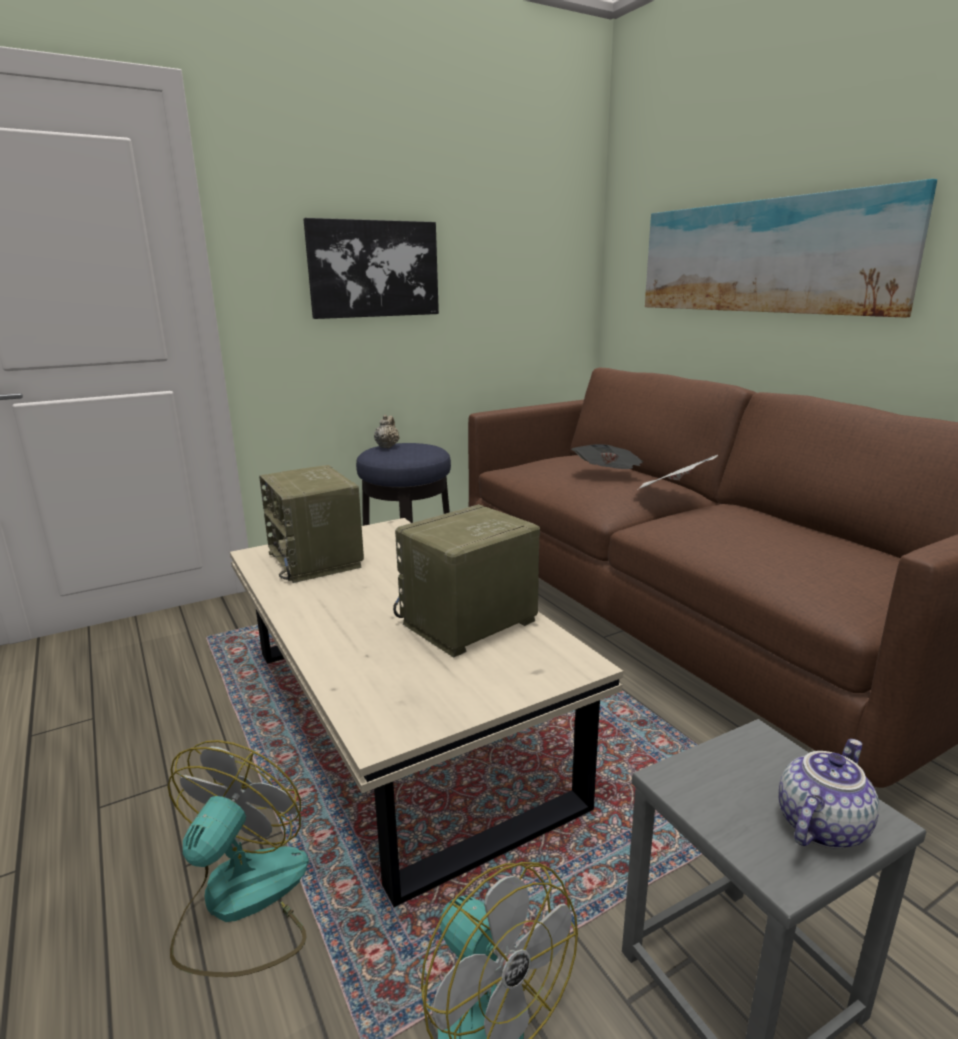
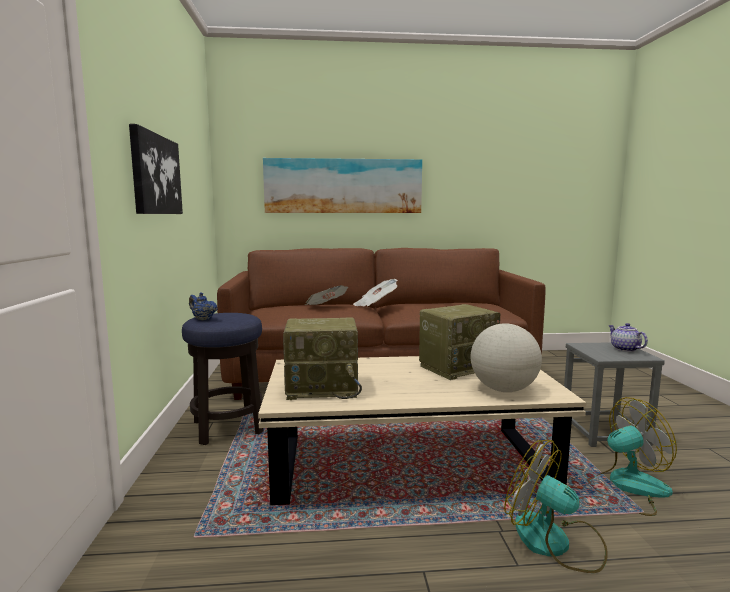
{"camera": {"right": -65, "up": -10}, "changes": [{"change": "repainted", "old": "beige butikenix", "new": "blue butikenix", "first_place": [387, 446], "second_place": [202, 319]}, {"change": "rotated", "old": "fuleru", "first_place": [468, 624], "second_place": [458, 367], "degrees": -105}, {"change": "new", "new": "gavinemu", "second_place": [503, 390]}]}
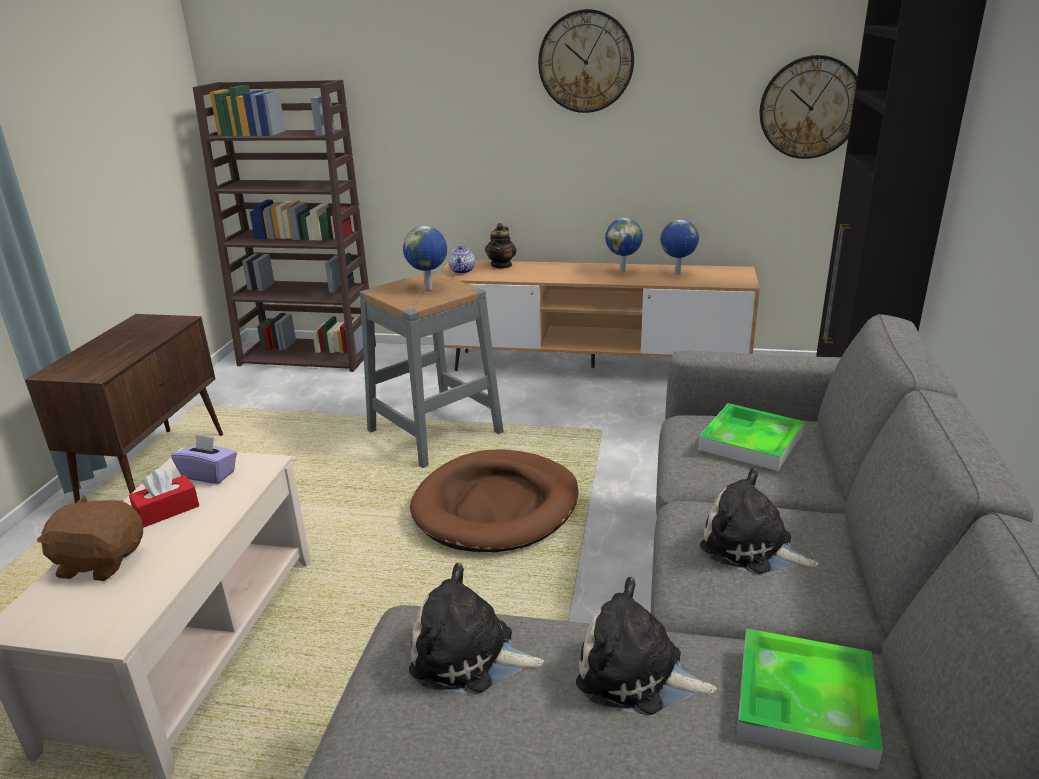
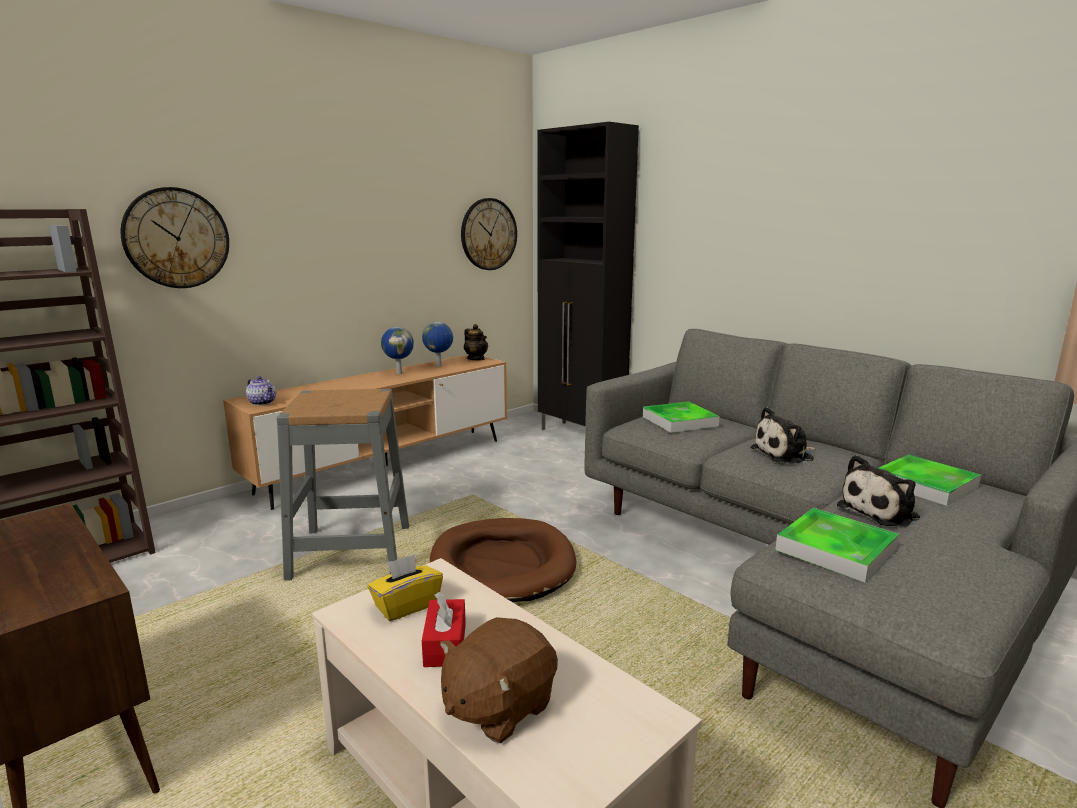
{"camera": {"right": -55, "up": -10}, "changes": [{"change": "repainted", "old": "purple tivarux", "new": "yellow tivarux", "first_place": [209, 474], "second_place": [406, 606]}, {"change": "gone", "old": "gavinemu", "first_place": [429, 289]}, {"change": "swapped", "old": "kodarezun", "new": "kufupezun", "first_place": [469, 656], "second_place": [835, 549]}, {"change": "shifted", "old": "butikenix", "first_place": [501, 265], "second_place": [476, 359]}, {"change": "shifted", "old": "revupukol", "first_place": [586, 62], "second_place": [176, 238]}]}
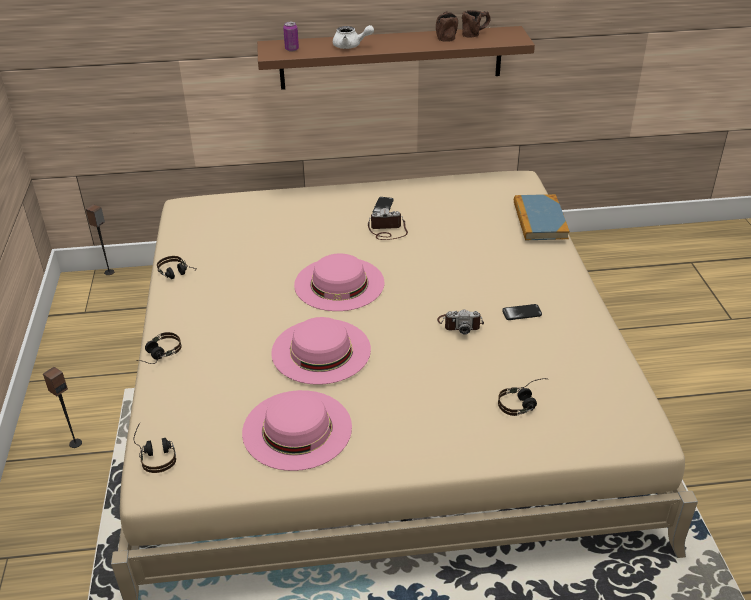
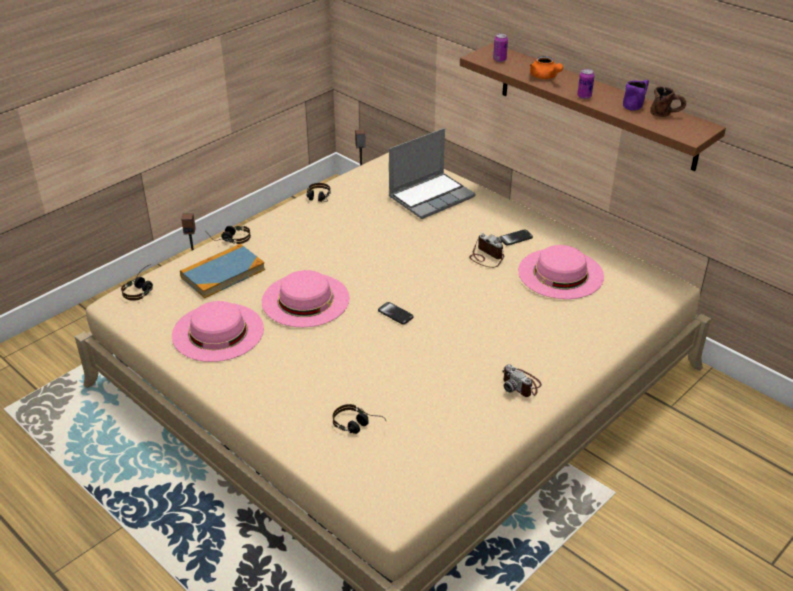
{"camera": {"right": 50, "up": 0}, "changes": [{"change": "shifted", "old": "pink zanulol", "first_place": [339, 283], "second_place": [560, 273]}, {"change": "repainted", "old": "white butikenix", "new": "orange butikenix", "first_place": [351, 46], "second_place": [545, 77]}, {"change": "repainted", "old": "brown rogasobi", "new": "purple rogasobi", "first_place": [445, 36], "second_place": [635, 104]}, {"change": "shifted", "old": "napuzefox", "first_place": [460, 324], "second_place": [521, 384]}, {"change": "shifted", "old": "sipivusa", "first_place": [521, 313], "second_place": [395, 314]}, {"change": "shifted", "old": "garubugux", "first_place": [539, 220], "second_place": [223, 273]}, {"change": "new", "new": "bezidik", "second_place": [431, 196]}, {"change": "new", "new": "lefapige", "second_place": [584, 96]}]}
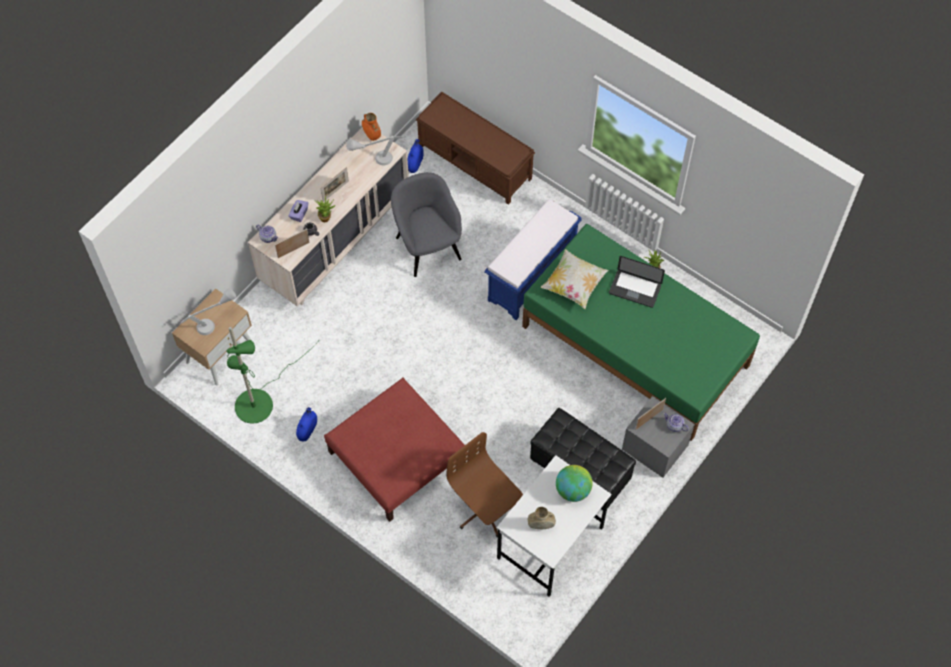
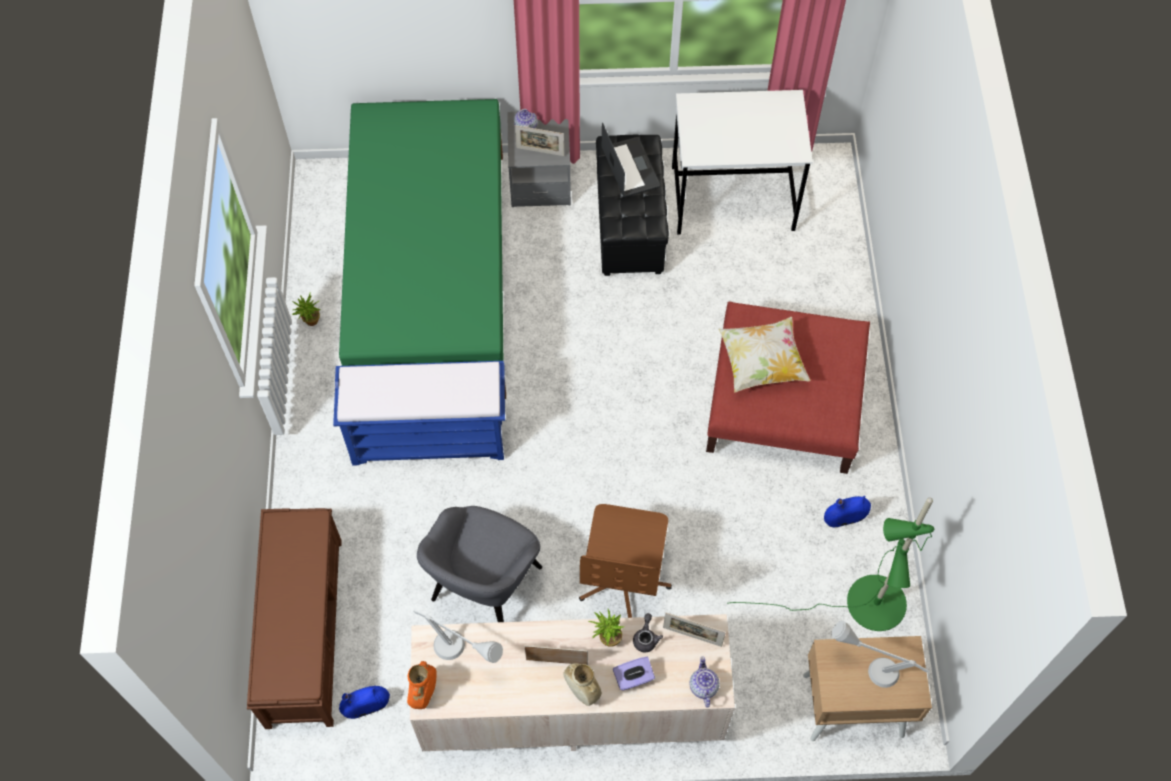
{"camera": {"right": -130, "up": 0}, "changes": [{"change": "shifted", "old": "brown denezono", "first_place": [485, 509], "second_place": [624, 580]}, {"change": "shifted", "old": "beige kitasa", "first_place": [541, 525], "second_place": [581, 690]}, {"change": "shifted", "old": "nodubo", "first_place": [574, 285], "second_place": [761, 363]}, {"change": "gone", "old": "gavinemu", "first_place": [572, 490]}, {"change": "shifted", "old": "bezidik", "first_place": [635, 289], "second_place": [630, 168]}]}
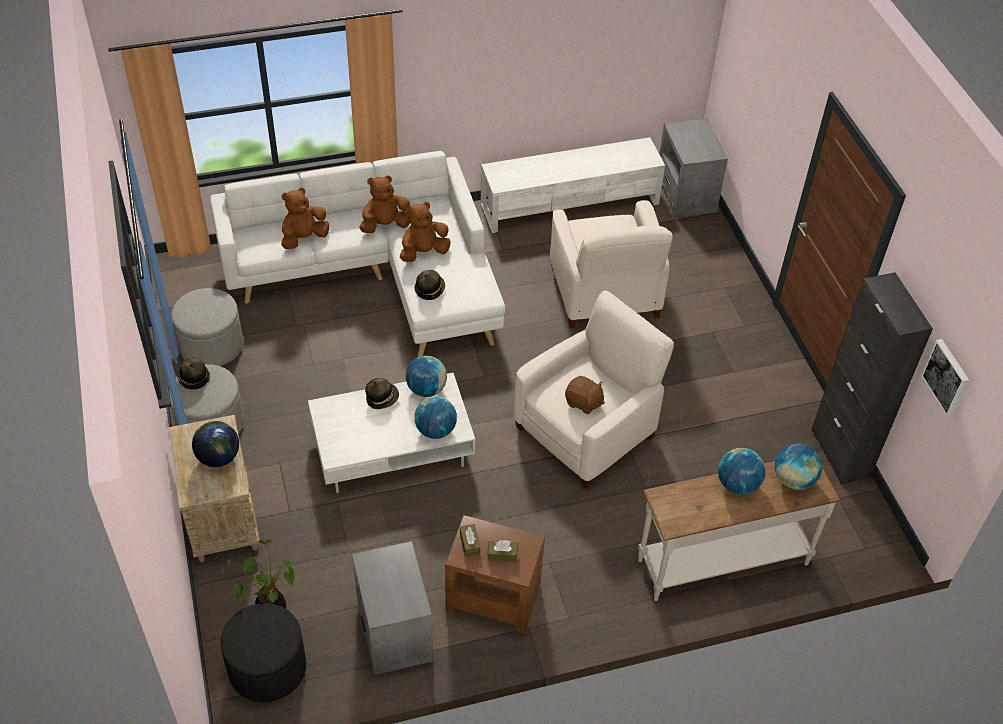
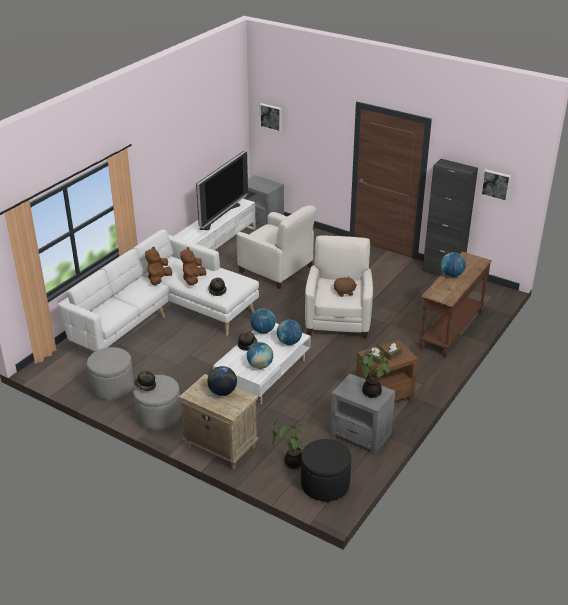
{"camera": {"right": -40, "up": -15}, "changes": [{"change": "gone", "old": "brown kodarezun", "first_place": [304, 238]}, {"change": "repainted", "old": "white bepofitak", "new": "brown bepofitak", "first_place": [722, 560], "second_place": [450, 330]}, {"change": "shifted", "old": "gavinemu", "first_place": [793, 480], "second_place": [260, 366]}, {"change": "new", "new": "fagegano", "second_place": [220, 216]}, {"change": "new", "new": "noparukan", "second_place": [271, 117]}, {"change": "new", "new": "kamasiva", "second_place": [369, 392]}]}
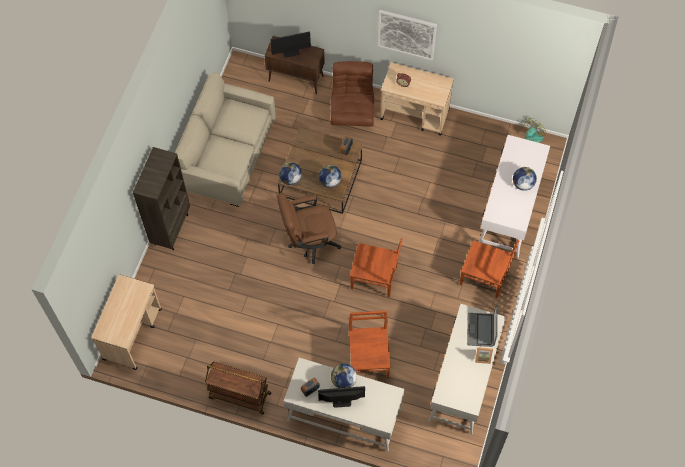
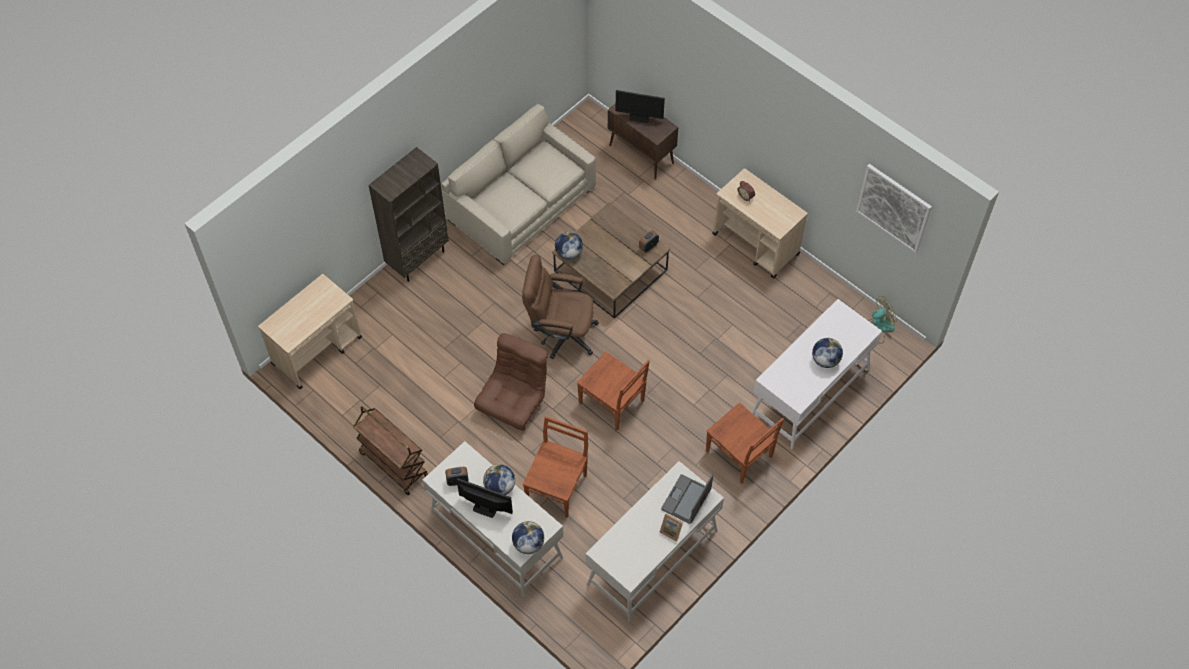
{"camera": {"right": 25, "up": -5}, "changes": [{"change": "shifted", "old": "gavinemu", "first_place": [329, 181], "second_place": [528, 544]}, {"change": "shifted", "old": "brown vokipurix", "first_place": [352, 111], "second_place": [514, 401]}, {"change": "shifted", "old": "noparukan", "first_place": [407, 34], "second_place": [893, 207]}]}
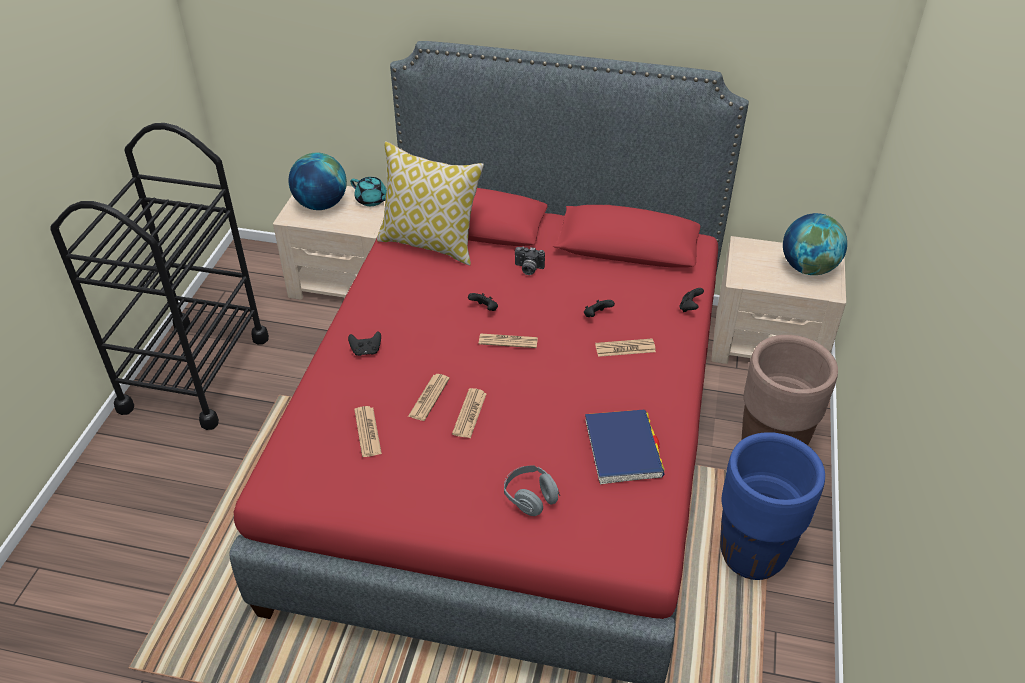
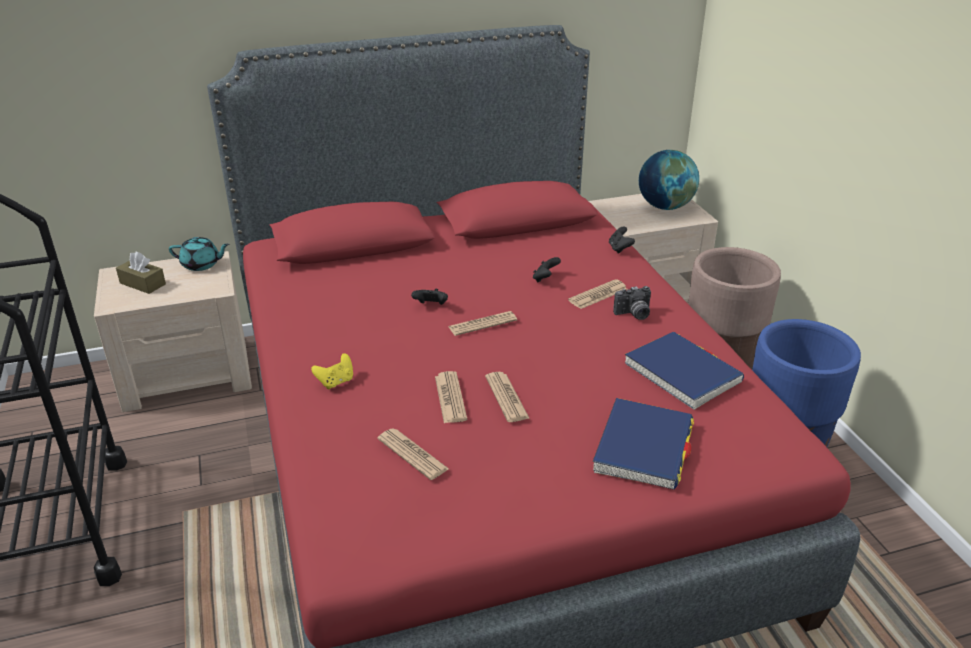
{"camera": {"right": -30, "up": -10}, "changes": [{"change": "swapped", "old": "gavinemu", "new": "brown tivarux", "first_place": [321, 205], "second_place": [142, 284]}, {"change": "repainted", "old": "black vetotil", "new": "yellow vetotil", "first_place": [366, 351], "second_place": [336, 382]}, {"change": "gone", "old": "nodubo", "first_place": [430, 243]}, {"change": "swapped", "old": "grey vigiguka", "new": "blue garubugux", "first_place": [530, 498], "second_place": [643, 447]}, {"change": "shifted", "old": "napuzefox", "first_place": [528, 269], "second_place": [634, 314]}]}
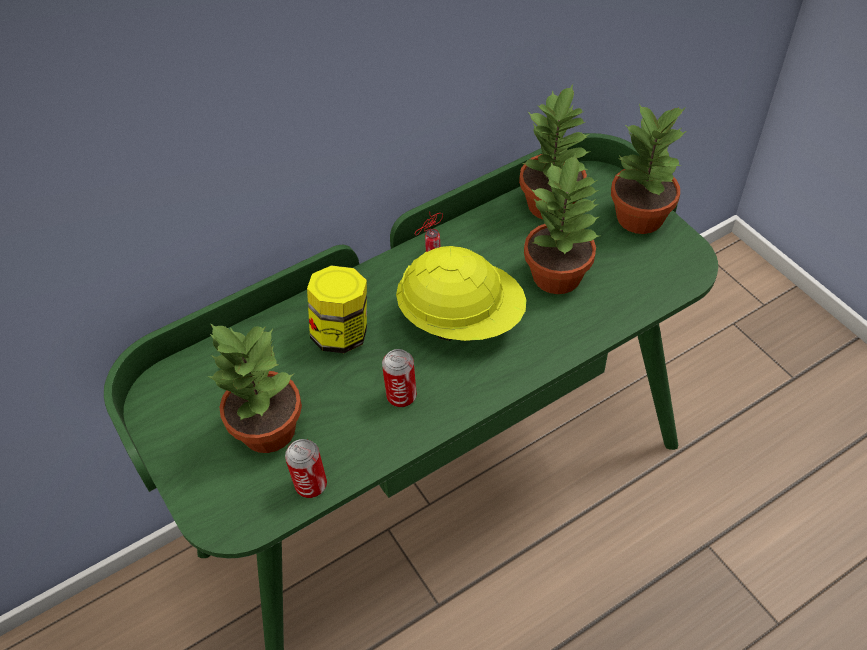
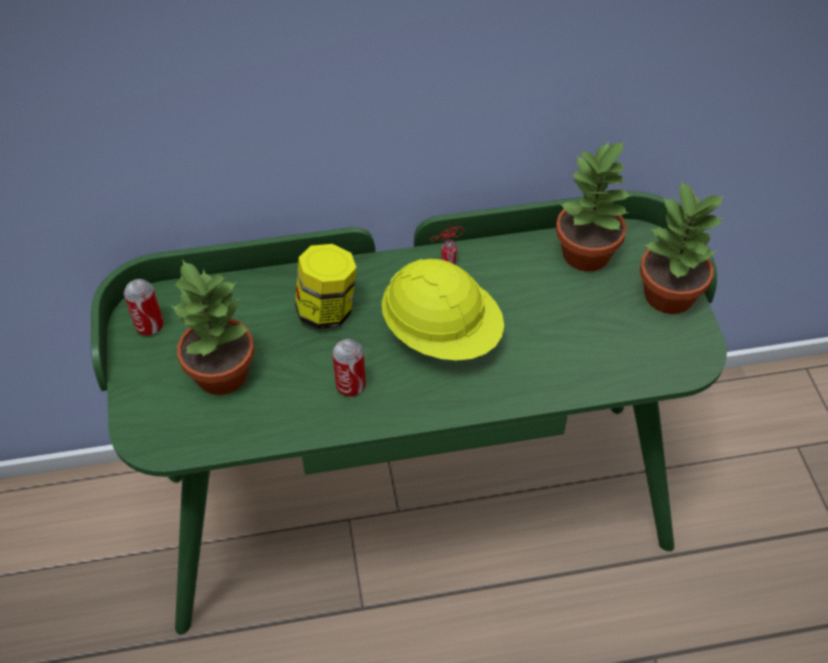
{"camera": {"right": 20, "up": 0}, "changes": [{"change": "shifted", "old": "lefapige", "first_place": [311, 485], "second_place": [149, 326]}, {"change": "gone", "old": "kamasiva", "first_place": [558, 275]}]}
